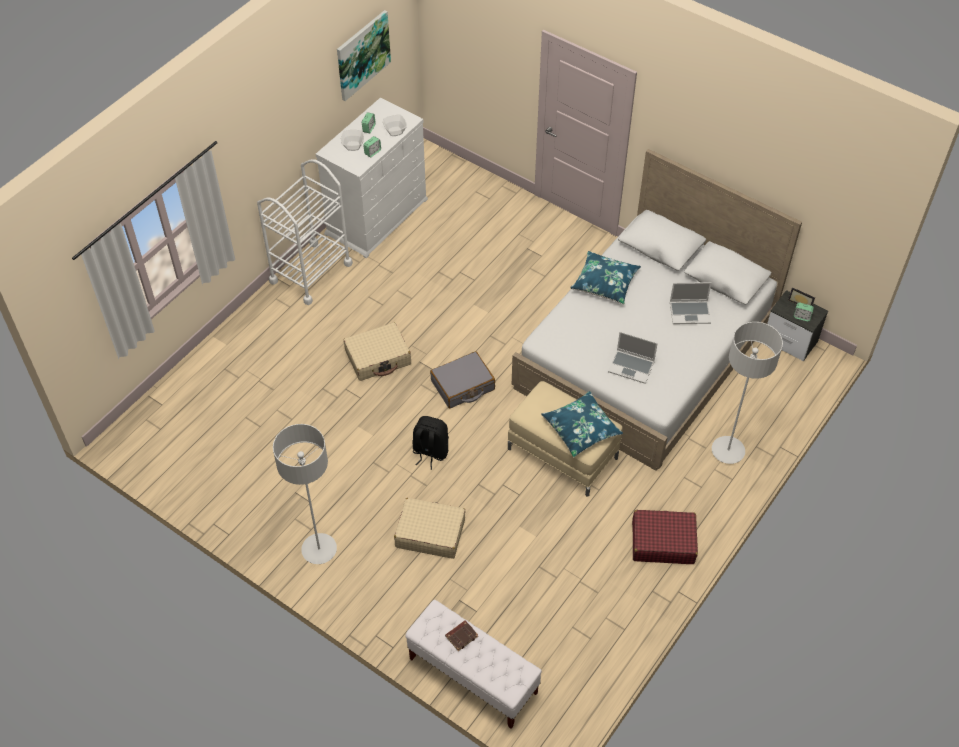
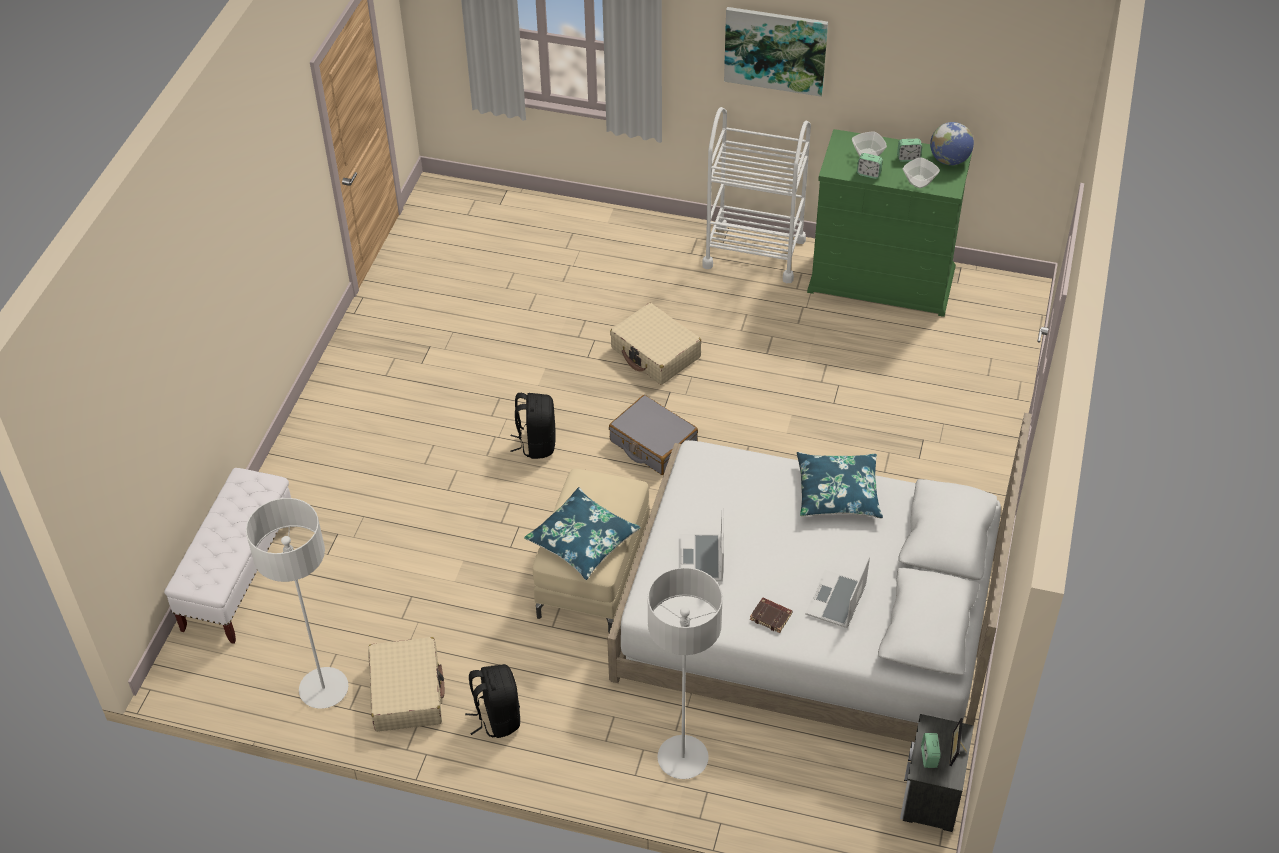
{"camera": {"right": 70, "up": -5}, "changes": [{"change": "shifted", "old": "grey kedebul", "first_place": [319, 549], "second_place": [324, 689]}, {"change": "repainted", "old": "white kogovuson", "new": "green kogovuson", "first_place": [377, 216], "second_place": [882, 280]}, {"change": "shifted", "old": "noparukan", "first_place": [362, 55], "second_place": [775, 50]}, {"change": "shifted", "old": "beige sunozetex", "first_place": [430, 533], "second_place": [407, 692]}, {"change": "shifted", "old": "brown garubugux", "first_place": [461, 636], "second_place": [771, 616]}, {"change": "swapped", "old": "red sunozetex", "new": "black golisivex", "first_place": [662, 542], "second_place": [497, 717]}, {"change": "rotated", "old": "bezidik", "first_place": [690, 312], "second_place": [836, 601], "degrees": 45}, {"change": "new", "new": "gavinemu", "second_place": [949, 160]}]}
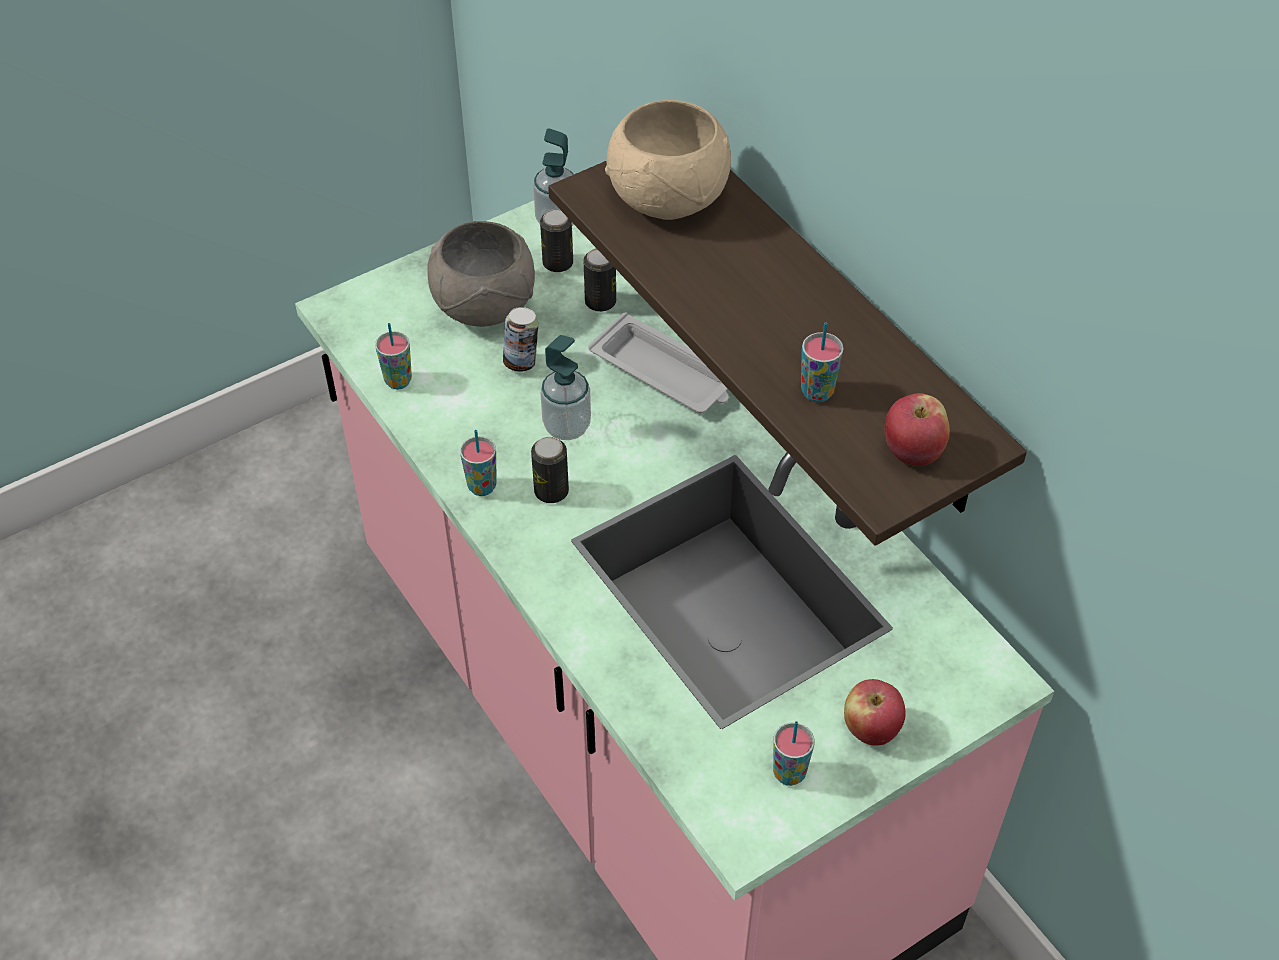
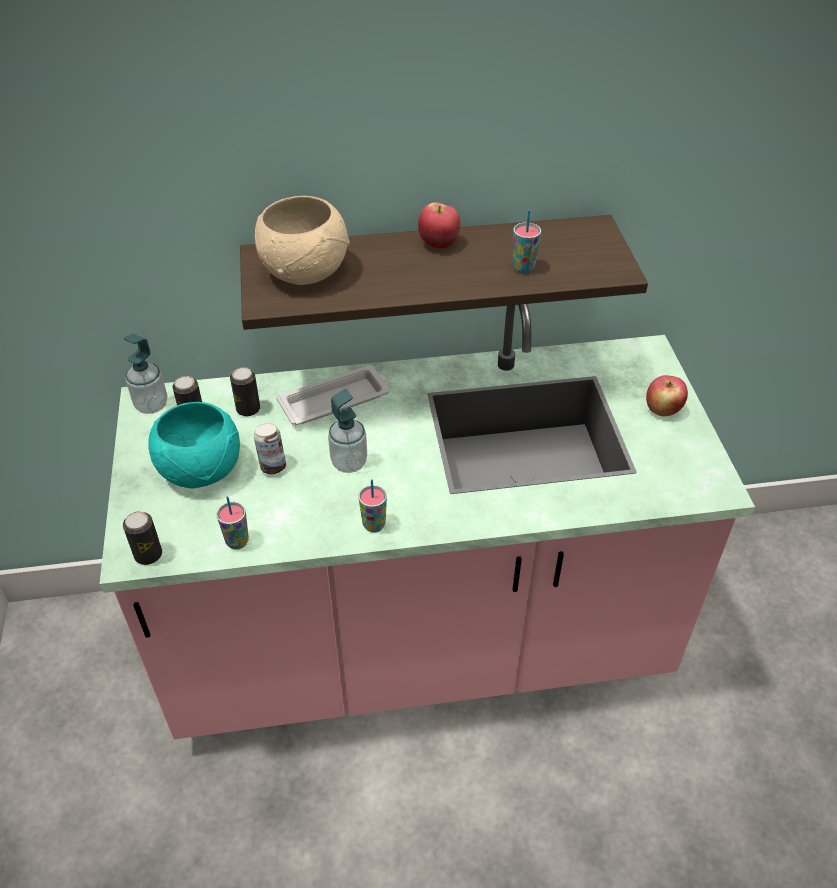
{"camera": {"right": -65, "up": -5}, "changes": [{"change": "repainted", "old": "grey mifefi", "new": "turquoise mifefi", "first_place": [484, 307], "second_place": [202, 470]}, {"change": "shifted", "old": "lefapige", "first_place": [551, 491], "second_place": [148, 555]}, {"change": "gone", "old": "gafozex", "first_place": [789, 773]}, {"change": "shifted", "old": "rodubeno", "first_place": [912, 452], "second_place": [439, 244]}]}
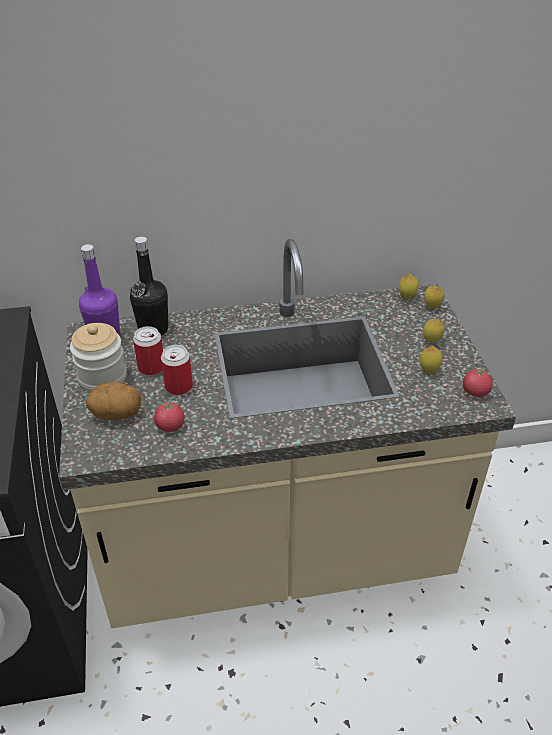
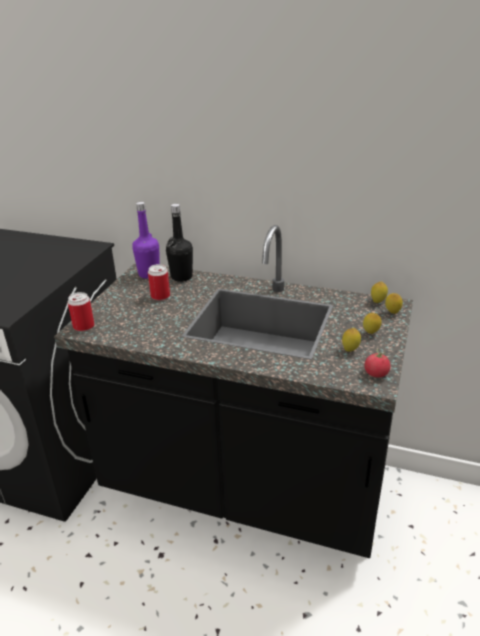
{"camera": {"right": 30, "up": -10}, "changes": [{"change": "repainted", "old": "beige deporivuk", "new": "black deporivuk", "first_place": [276, 553], "second_place": [245, 490]}, {"change": "gone", "old": "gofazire", "first_place": [102, 377]}, {"change": "gone", "old": "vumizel", "first_place": [117, 414]}, {"change": "gone", "old": "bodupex", "first_place": [170, 426]}, {"change": "shifted", "old": "lefapige", "first_place": [178, 386], "second_place": [84, 326]}]}
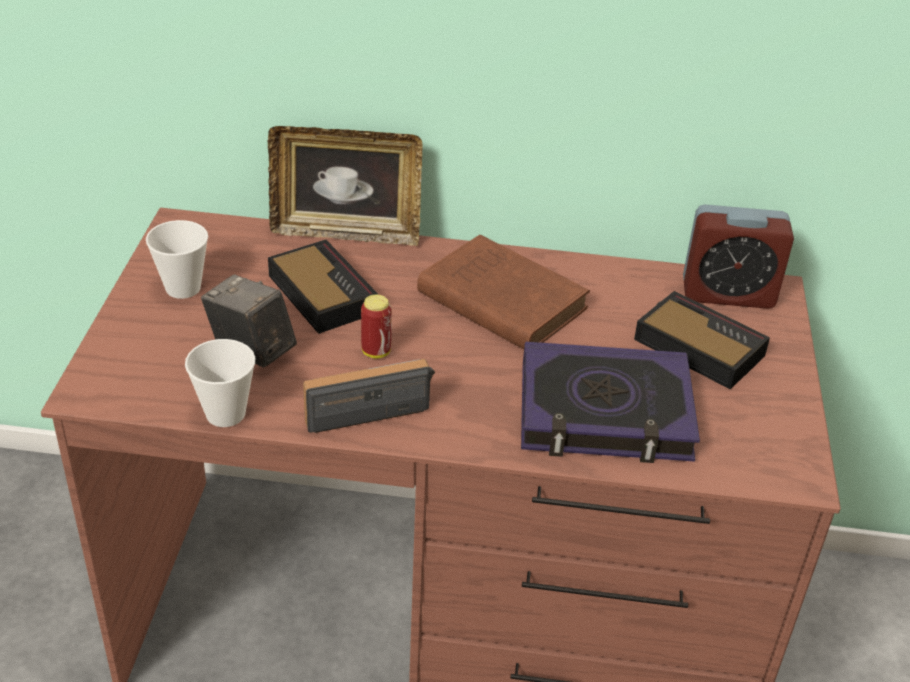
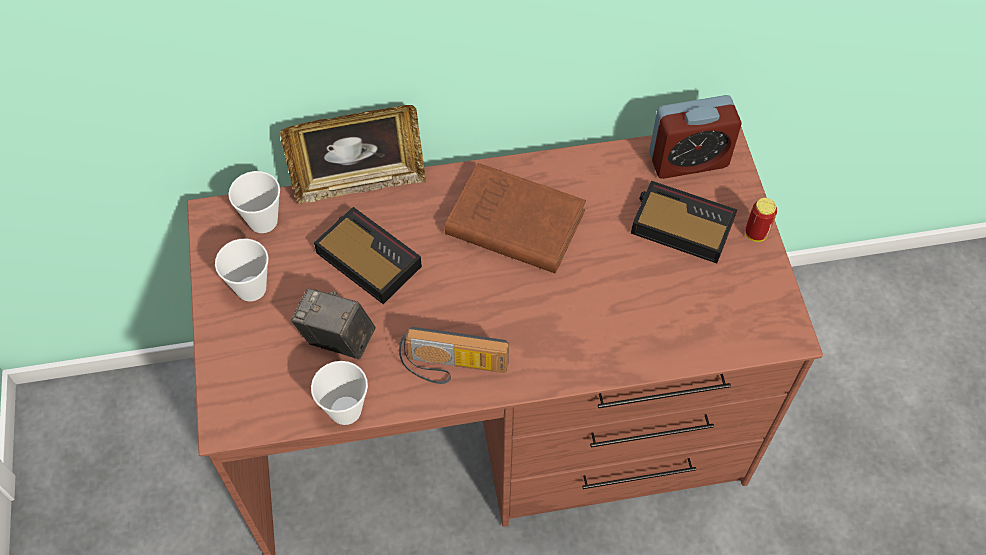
{"camera": {"right": -15, "up": 20}, "changes": [{"change": "rotated", "old": "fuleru", "first_place": [368, 407], "second_place": [453, 368], "degrees": -135}, {"change": "shifted", "old": "lefapige", "first_place": [376, 352], "second_place": [756, 234]}, {"change": "gone", "old": "garubugux", "first_place": [604, 413]}, {"change": "new", "new": "gafozex", "second_place": [263, 221]}]}
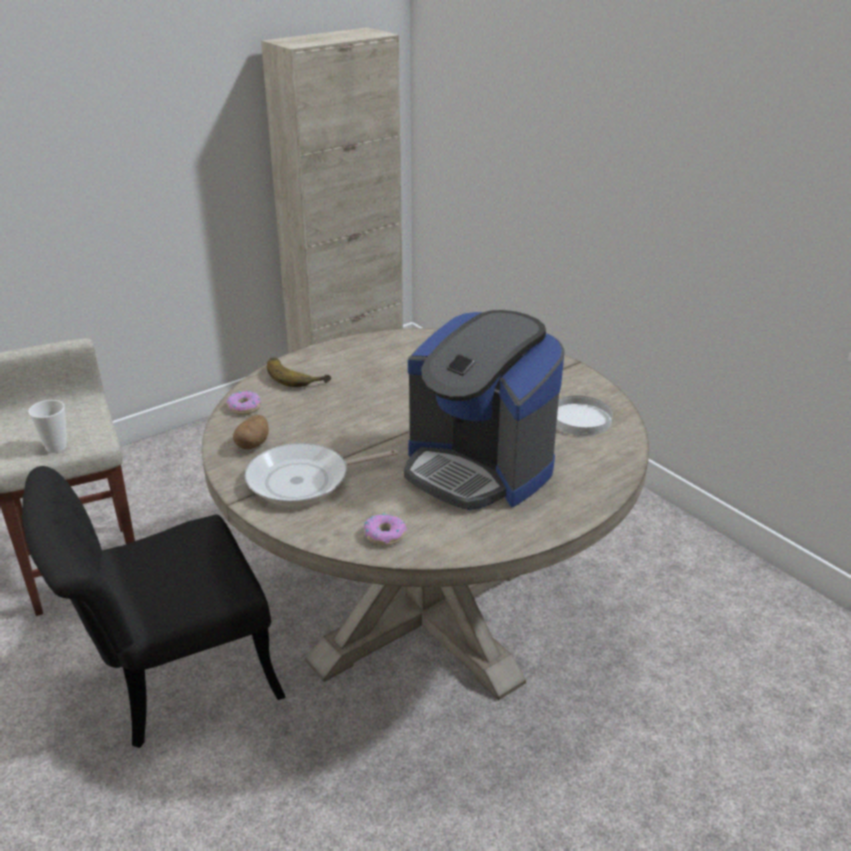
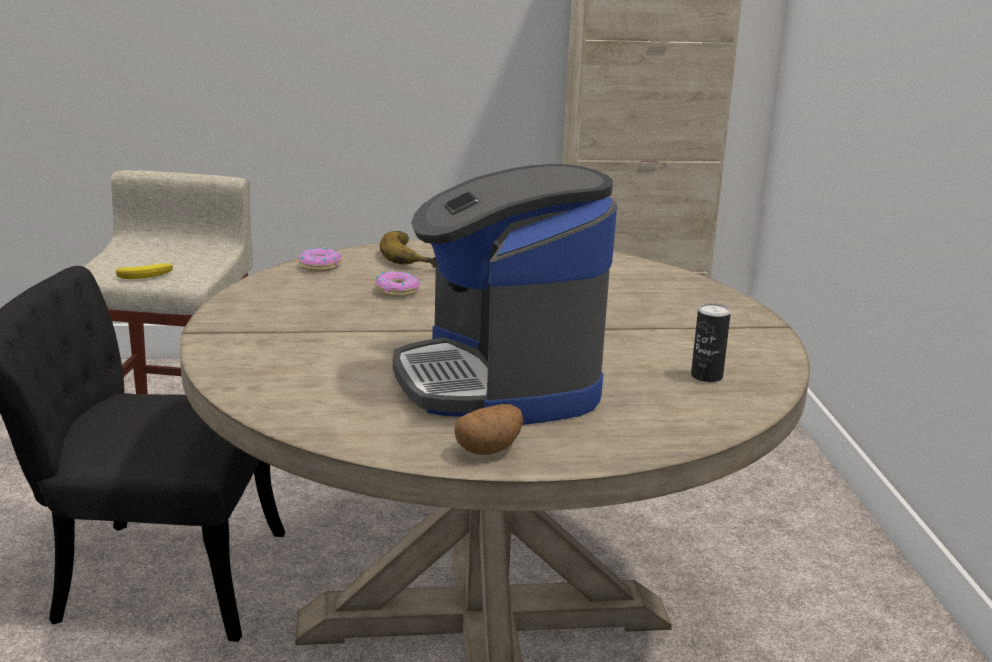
{"camera": {"right": 30, "up": -10}, "changes": [{"change": "swapped", "old": "gafozex", "new": "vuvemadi", "first_place": [56, 447], "second_place": [147, 275]}, {"change": "shifted", "old": "vumizel", "first_place": [253, 444], "second_place": [489, 449]}, {"change": "gone", "old": "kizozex", "first_place": [304, 480]}, {"change": "shifted", "old": "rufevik", "first_place": [384, 534], "second_place": [397, 291]}, {"change": "swapped", "old": "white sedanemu", "new": "lefapige", "first_place": [580, 419], "second_place": [706, 376]}]}
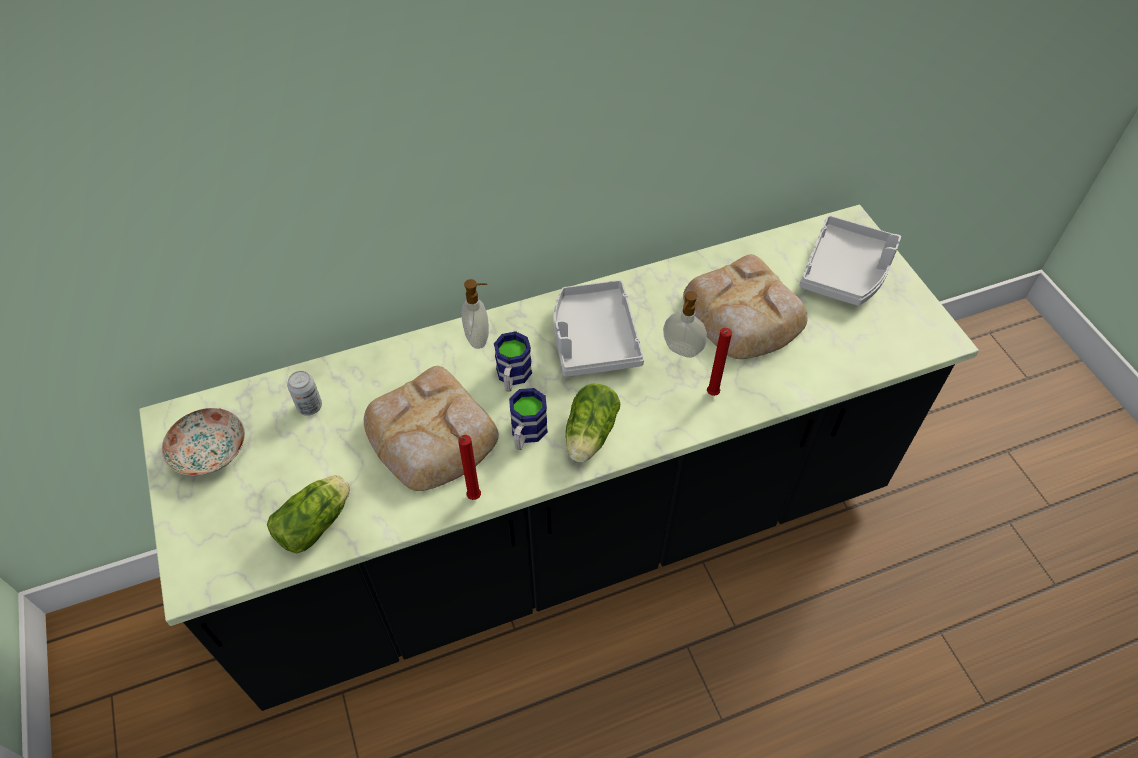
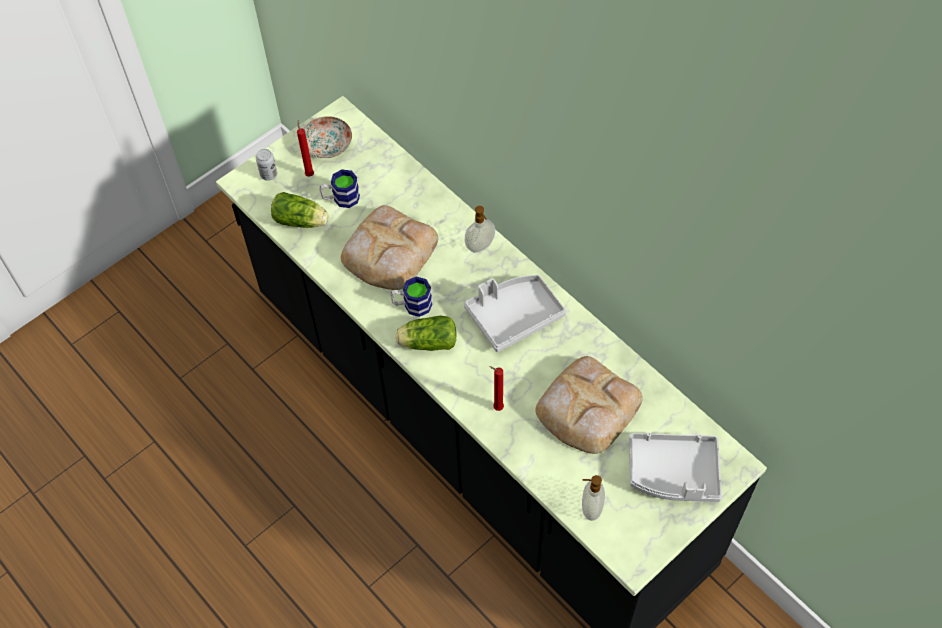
{"camera": {"right": 70, "up": 5}, "changes": [{"change": "shifted", "old": "lefapige", "first_place": [310, 406], "second_place": [269, 174]}, {"change": "shifted", "old": "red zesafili", "first_place": [471, 496], "second_place": [309, 174]}, {"change": "shifted", "old": "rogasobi", "first_place": [512, 377], "second_place": [341, 198]}, {"change": "shifted", "old": "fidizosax", "first_place": [681, 350], "second_place": [590, 508]}]}
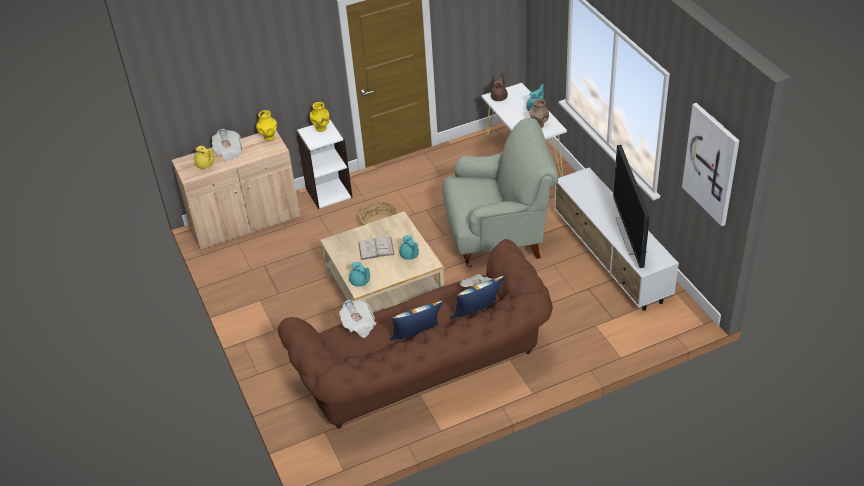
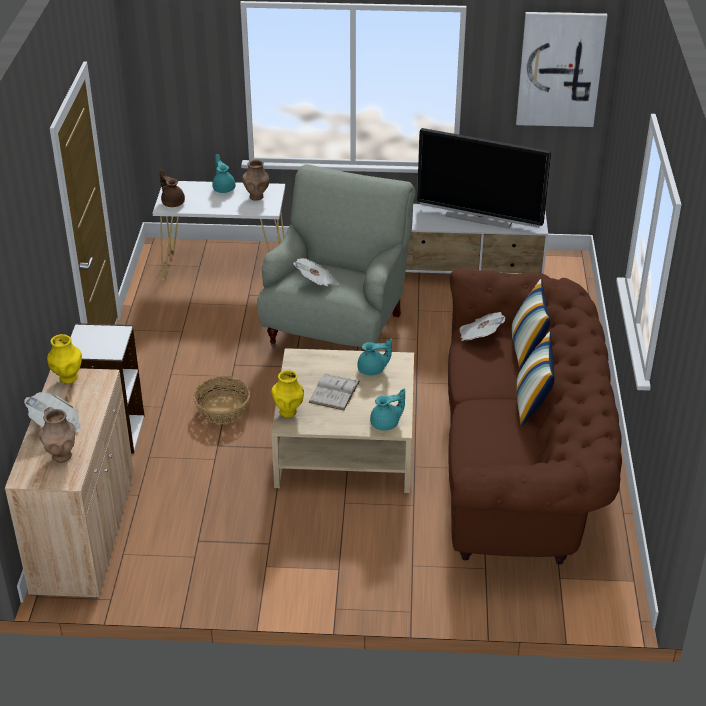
{"camera": {"right": -65, "up": -5}, "changes": [{"change": "swapped", "old": "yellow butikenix", "new": "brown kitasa", "first_place": [205, 165], "second_place": [62, 455]}, {"change": "shifted", "old": "yellow kitasa", "first_place": [321, 128], "second_place": [288, 412]}, {"change": "shifted", "old": "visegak", "first_place": [359, 325], "second_place": [316, 283]}]}
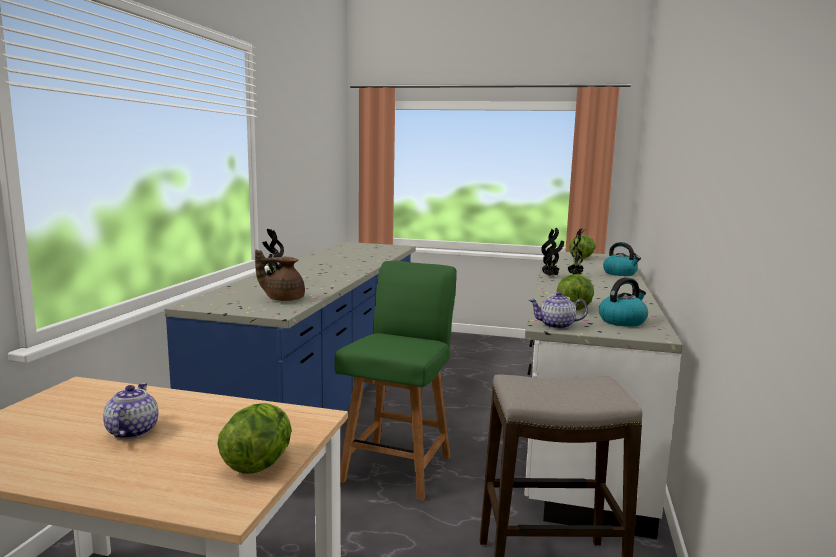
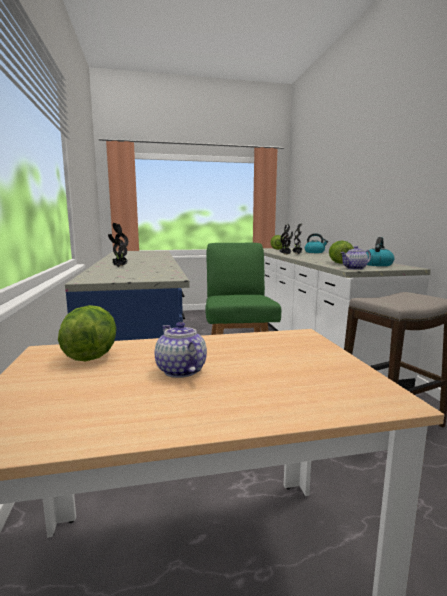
{"camera": {"right": -25, "up": 0}, "changes": [{"change": "shifted", "old": "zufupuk", "first_place": [258, 463], "second_place": [91, 356]}, {"change": "gone", "old": "brown butikenix", "first_place": [283, 299]}]}
